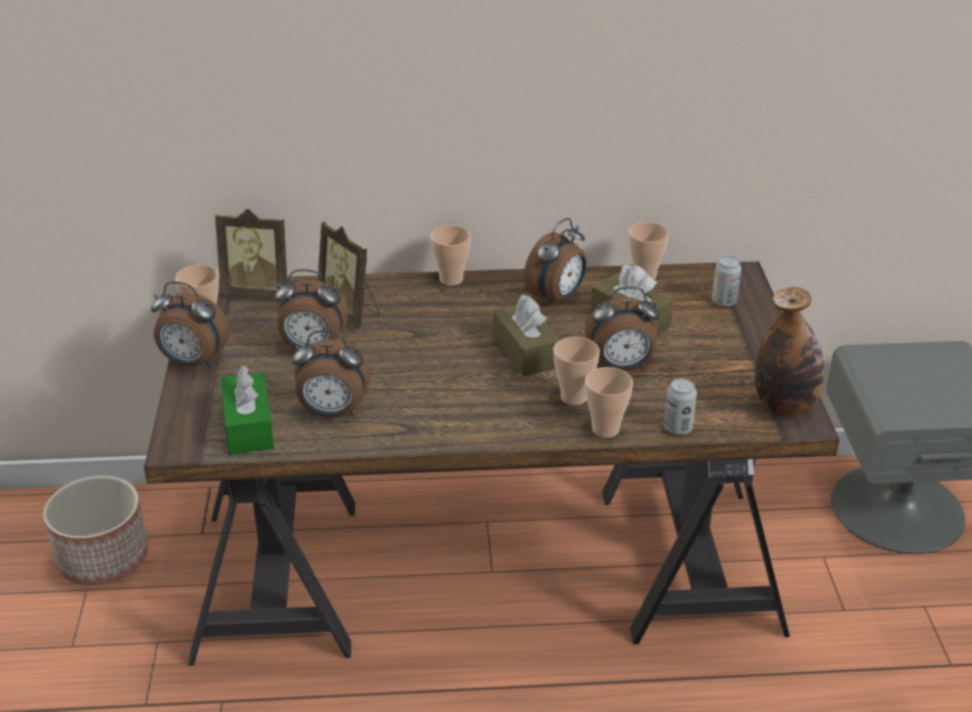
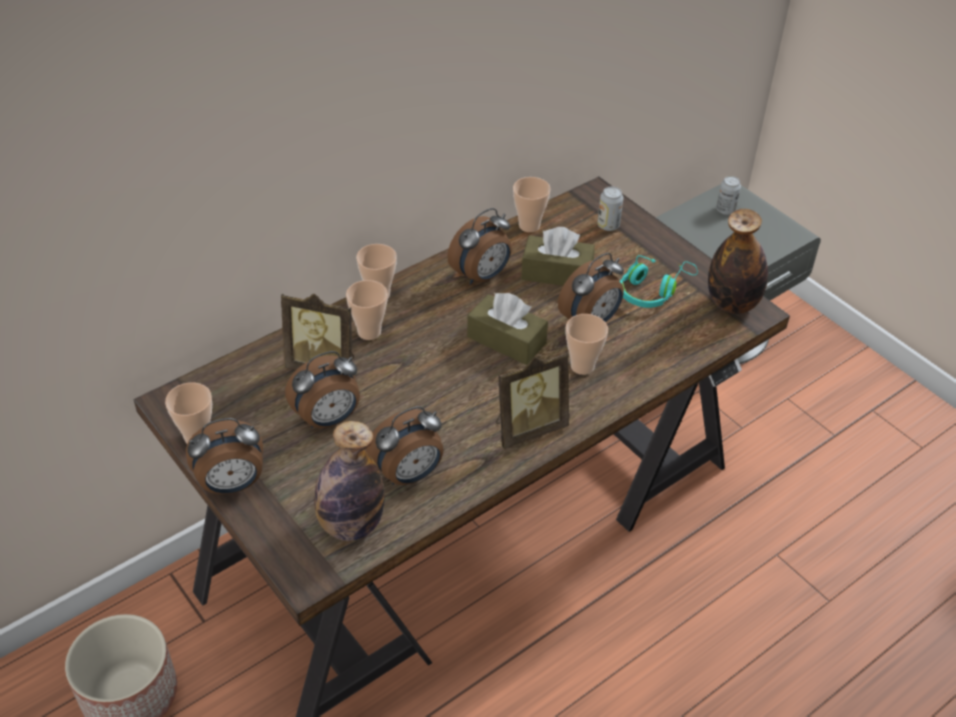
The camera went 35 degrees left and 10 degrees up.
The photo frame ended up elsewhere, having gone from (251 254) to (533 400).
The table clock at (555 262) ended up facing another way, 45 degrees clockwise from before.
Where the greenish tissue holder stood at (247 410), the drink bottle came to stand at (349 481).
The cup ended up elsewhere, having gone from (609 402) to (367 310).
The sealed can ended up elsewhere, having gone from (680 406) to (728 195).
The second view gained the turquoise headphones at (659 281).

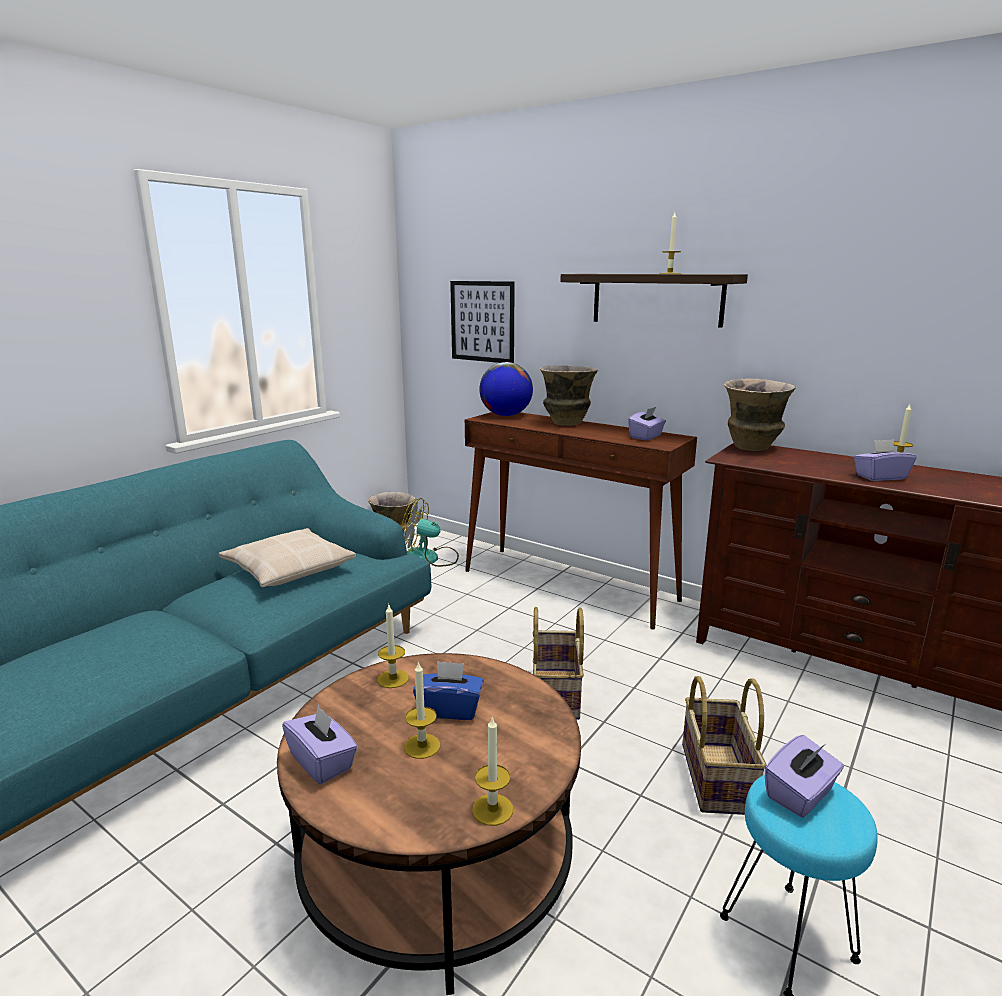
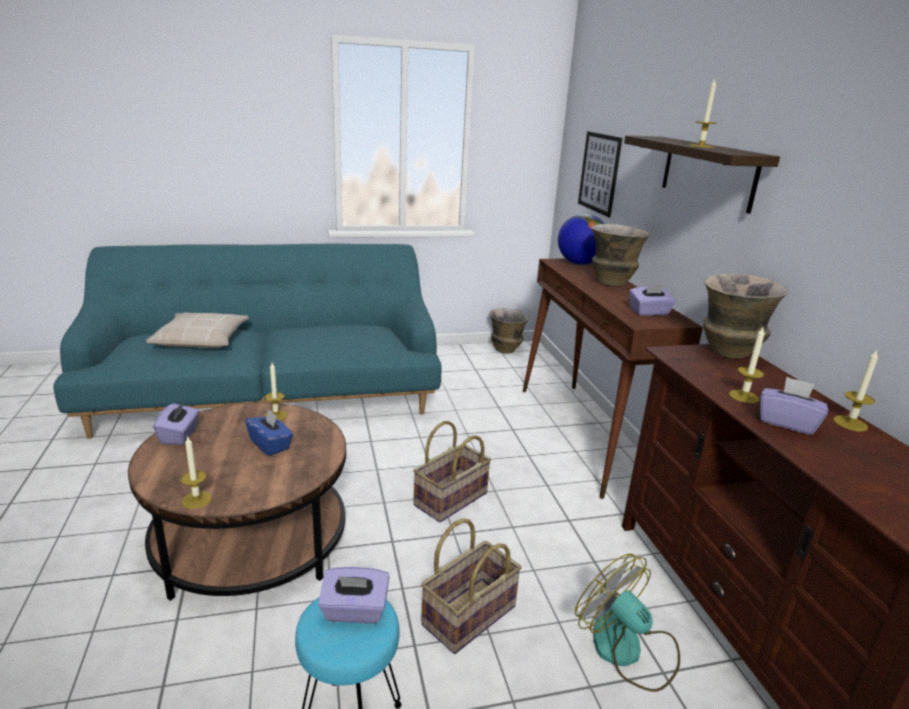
The camera went 40 degrees right and 5 degrees up.
The electric fan ended up elsewhere, having gone from (430 532) to (627 623).
The beige-coloured cushion ended up elsewhere, having gone from (287 557) to (197 330).
The wax light ended up elsewhere, having gone from (422 710) to (747 365).

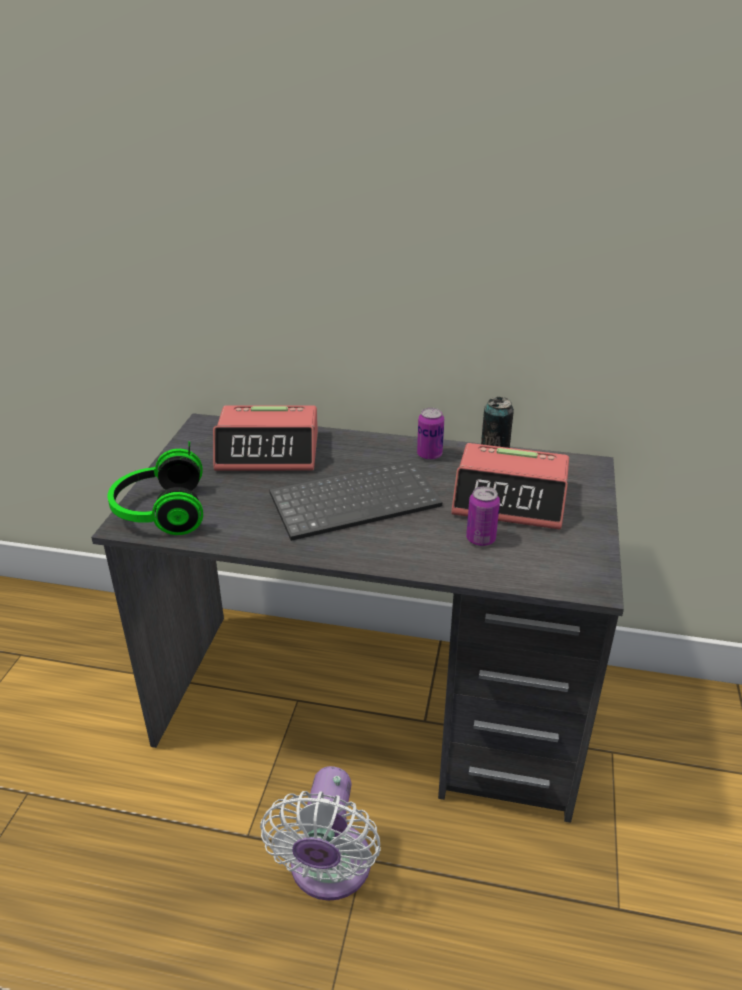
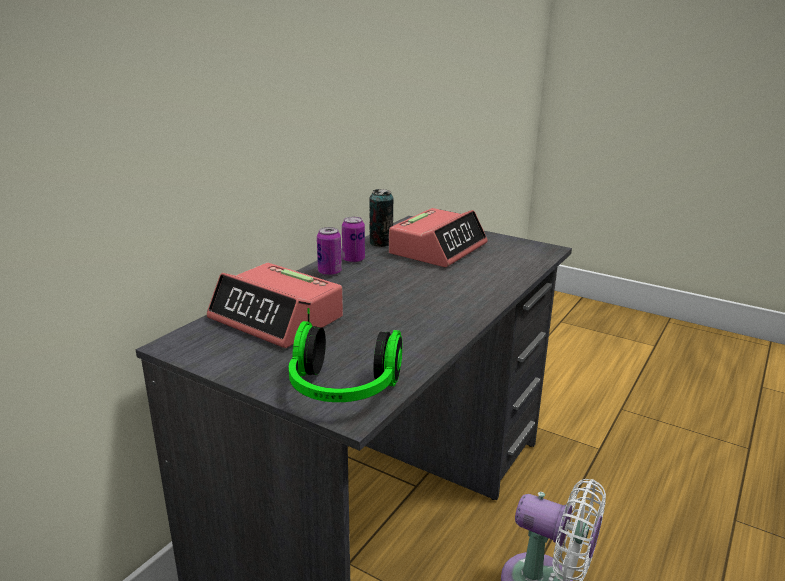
The camera went 70 degrees left and 10 degrees down.
The table clock at (265 438) ended up facing another way, 105 degrees clockwise from before.
The second view lost the computer keyboard at (356 500).
The sealed can ended up elsewhere, having gone from (483 516) to (329 251).

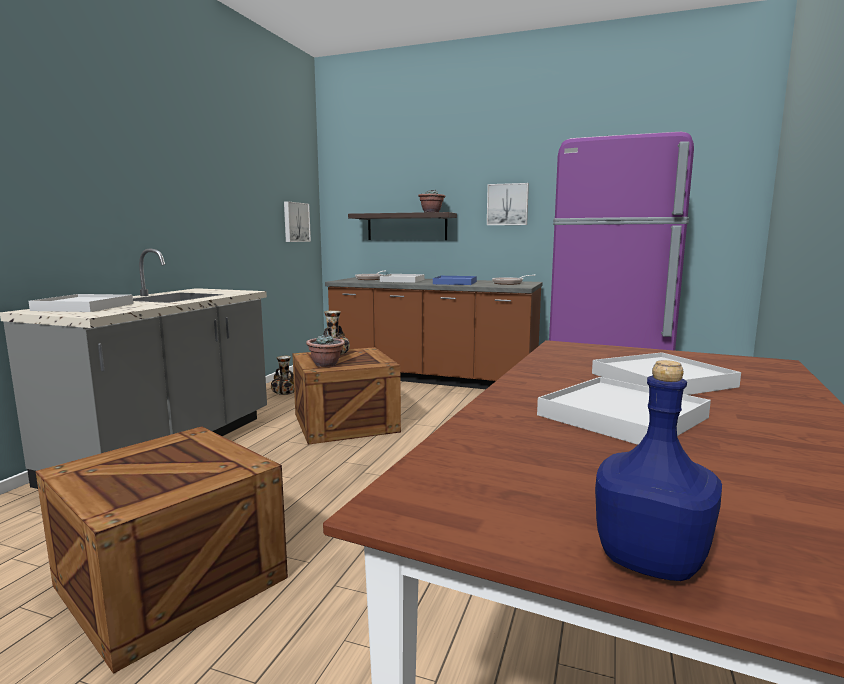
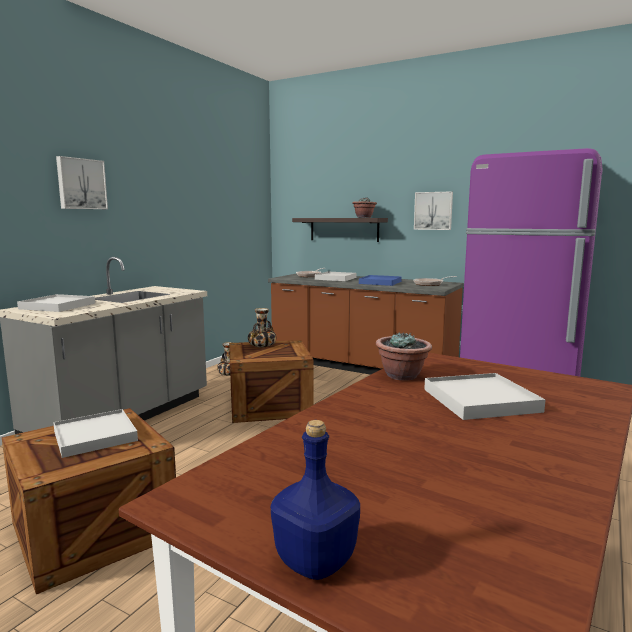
The camera went 10 degrees right and 0 degrees up.
The wall picture ended up elsewhere, having gone from (297 222) to (82 182).
The plant in a pot ended up elsewhere, having gone from (325 350) to (404 356).
The white-coloured serving tray ended up elsewhere, having gone from (624 411) to (95 433).

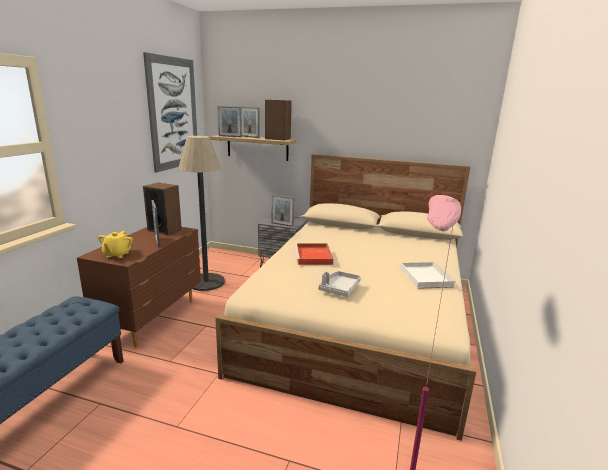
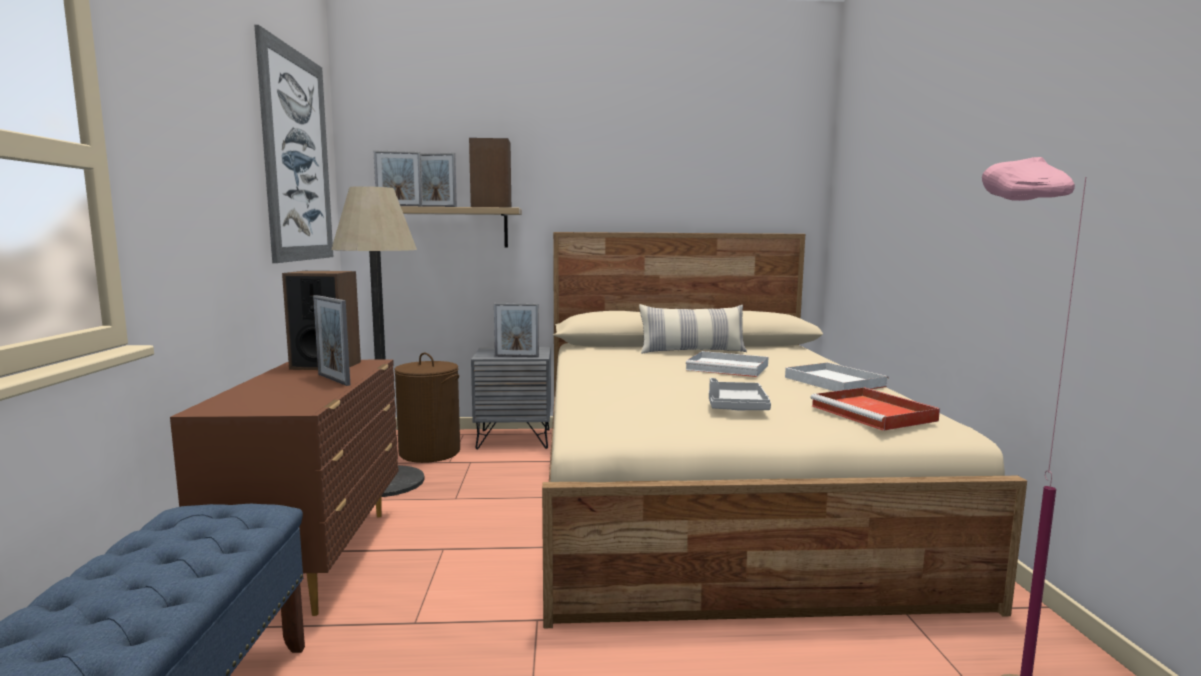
The camera went 20 degrees left and 10 degrees down.
The second view lost the yellow pot for tea at (115 244).
The red-coloured serving tray ended up elsewhere, having gone from (313 254) to (875 409).
The second view gained the cushion at (693 329).
The second view gained the white-coloured serving tray at (727 364).
The second view gained the brownish laundry basket at (427 408).

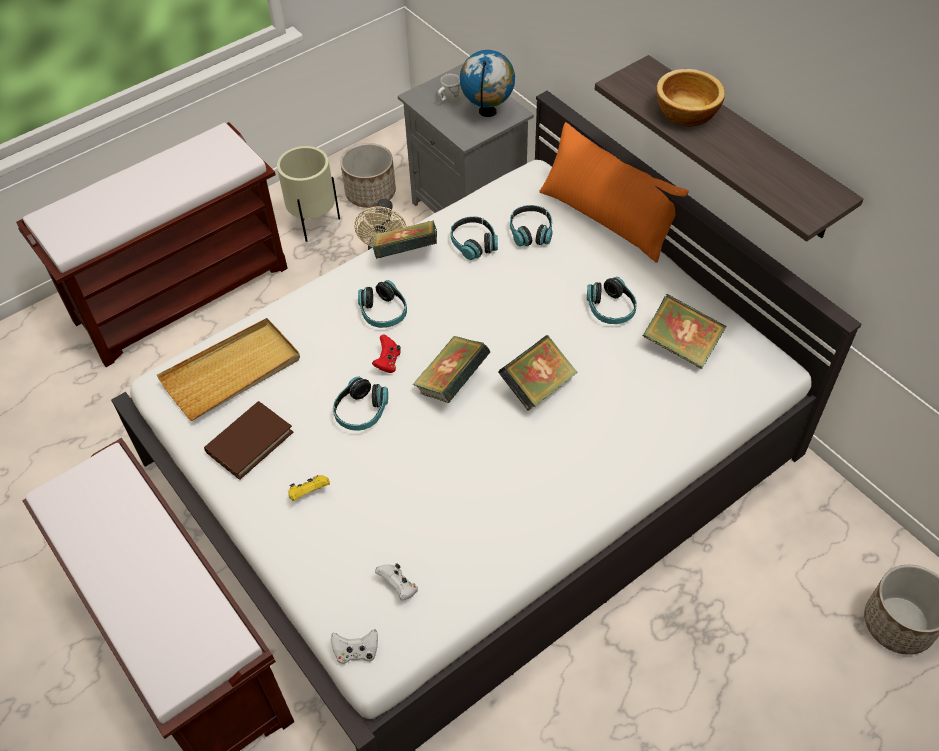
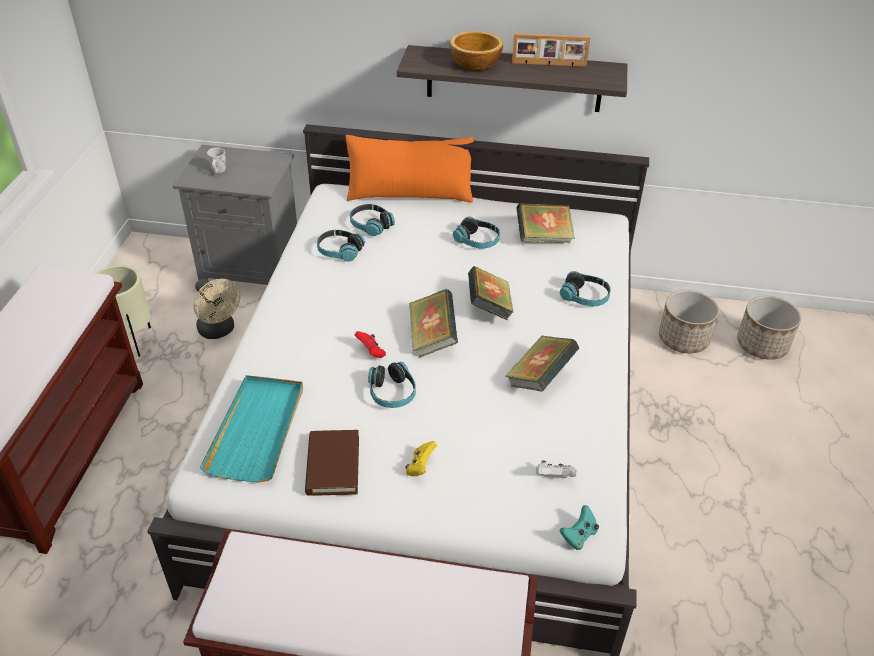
The camera went 45 degrees left and 10 degrees down.
The second view lost the desk globe at (487 83).
The planter ended up elsewhere, having gone from (368 175) to (689 321).
The bound book ended up elsewhere, having gone from (405 239) to (543 364).
The headphones ended up elsewhere, having gone from (382 304) to (585 288).
What was the beige-coloured serving tray at (228 369) turned into the turquoise serving tray at (251 428).
What was the white-coloured joypad at (354 646) turned into the turquoise joypad at (579 527).
The second view gained the photo frame at (551 50).

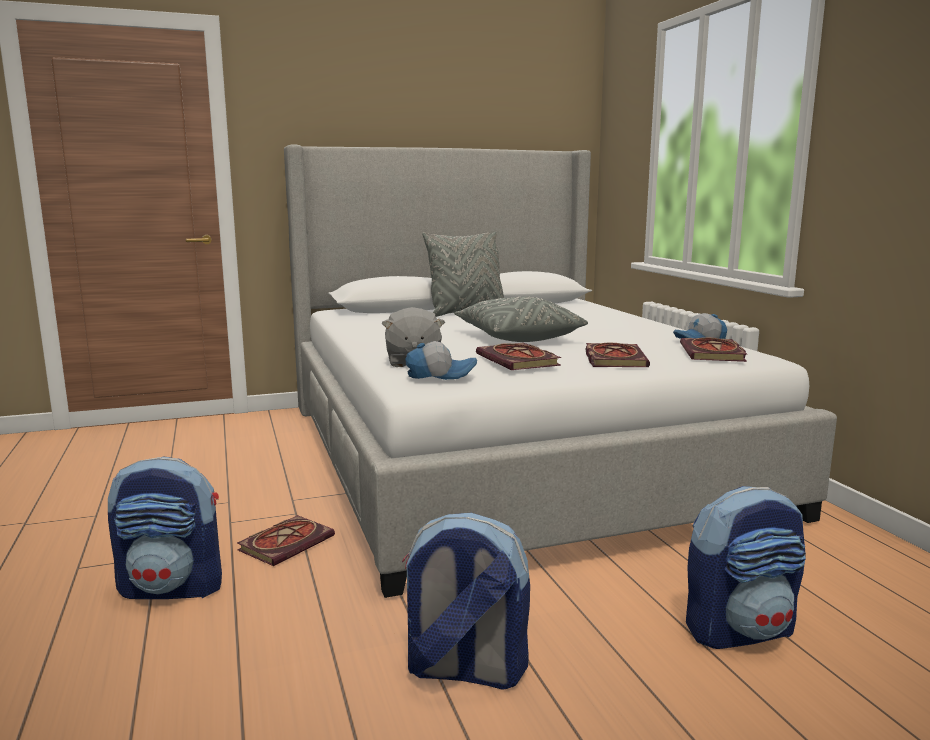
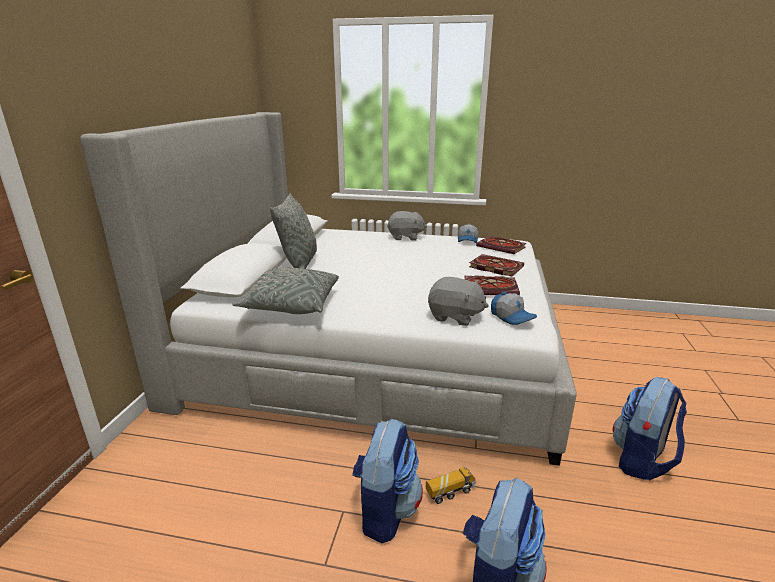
The camera went 60 degrees left and 10 degrees up.
The gray cushion ended up elsewhere, having gone from (521 319) to (285 290).
The baseball cap at (441 360) ended up facing another way, 120 degrees clockwise from before.
The rucksack ended up elsewhere, having gone from (746 567) to (387 481).
Where the bound book stood at (286 540), the toy truck came to stand at (451 485).
The second view gained the gray soft toy at (407 225).

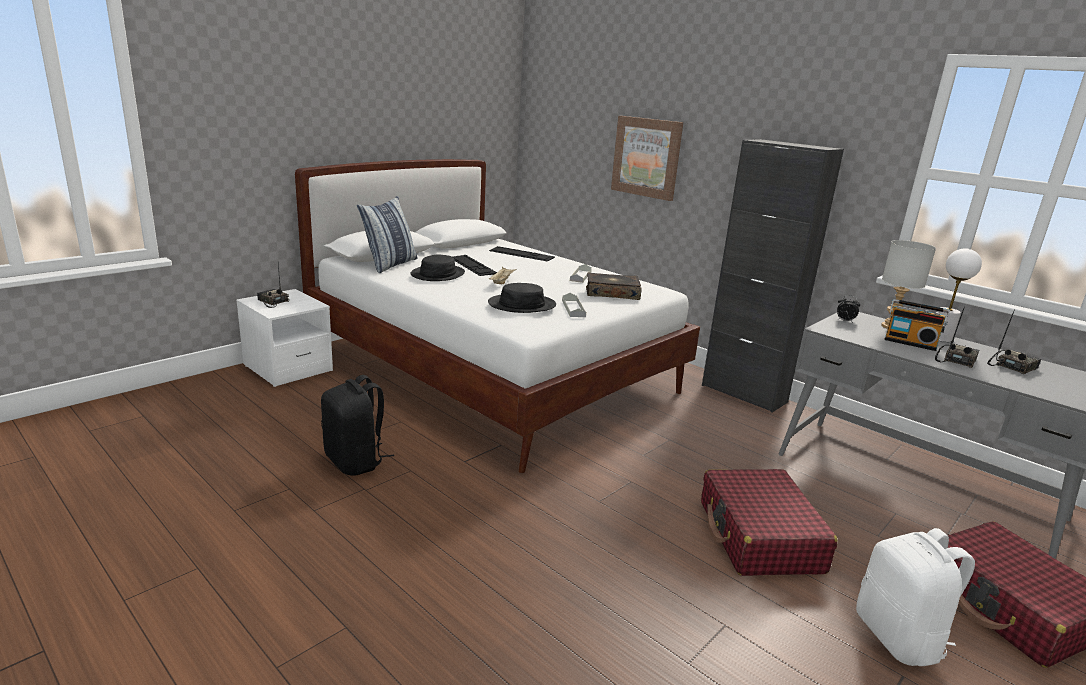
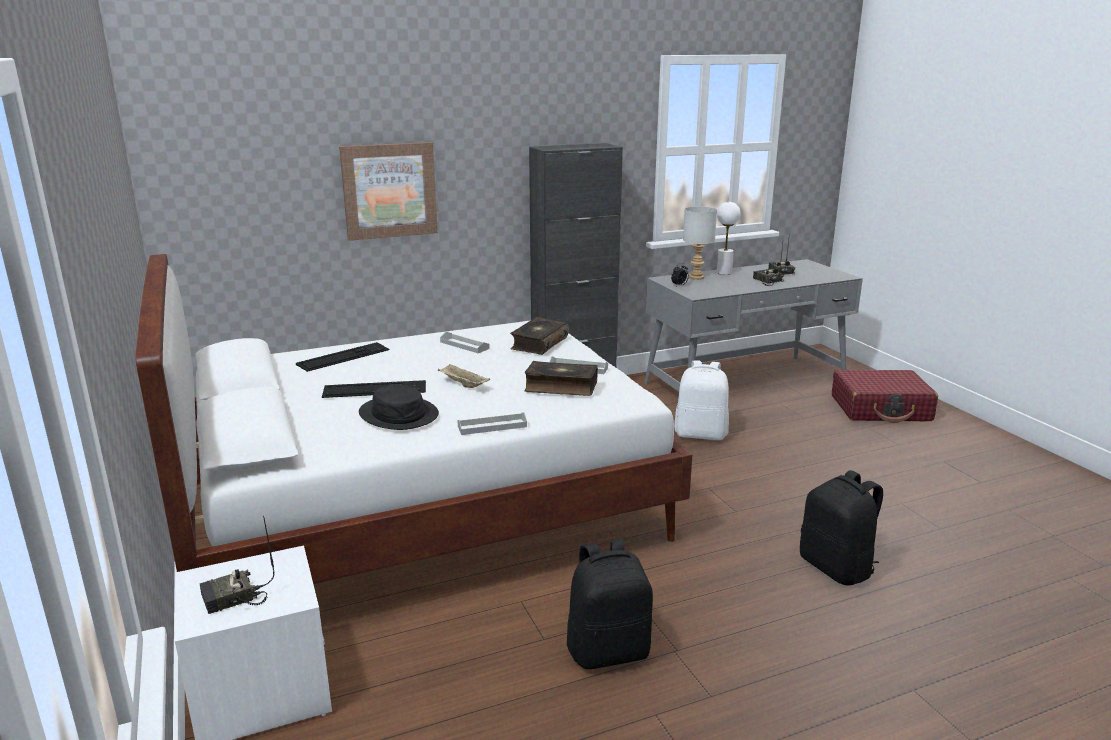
The camera went 65 degrees left and 0 degrees up.
The second view lost the cushion at (387 234).
Where the blackish hat stood at (522 298), the bound book came to stand at (561 378).
The second view lost the radio set at (917 325).
The second view lost the red-coloured piece of luggage at (769 522).
The white-coloured rucksack ended up elsewhere, having gone from (915 597) to (701 400).
The second view gained the gray serving tray at (492 423).
The second view gained the blackish rucksack at (841 527).

